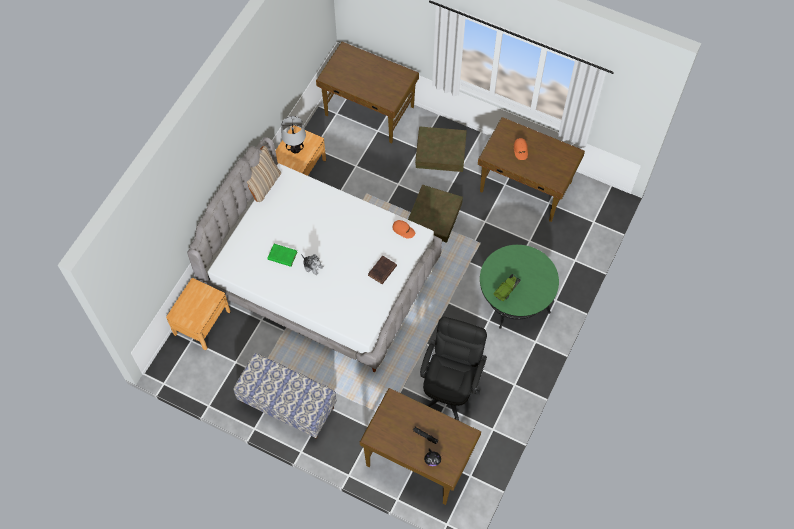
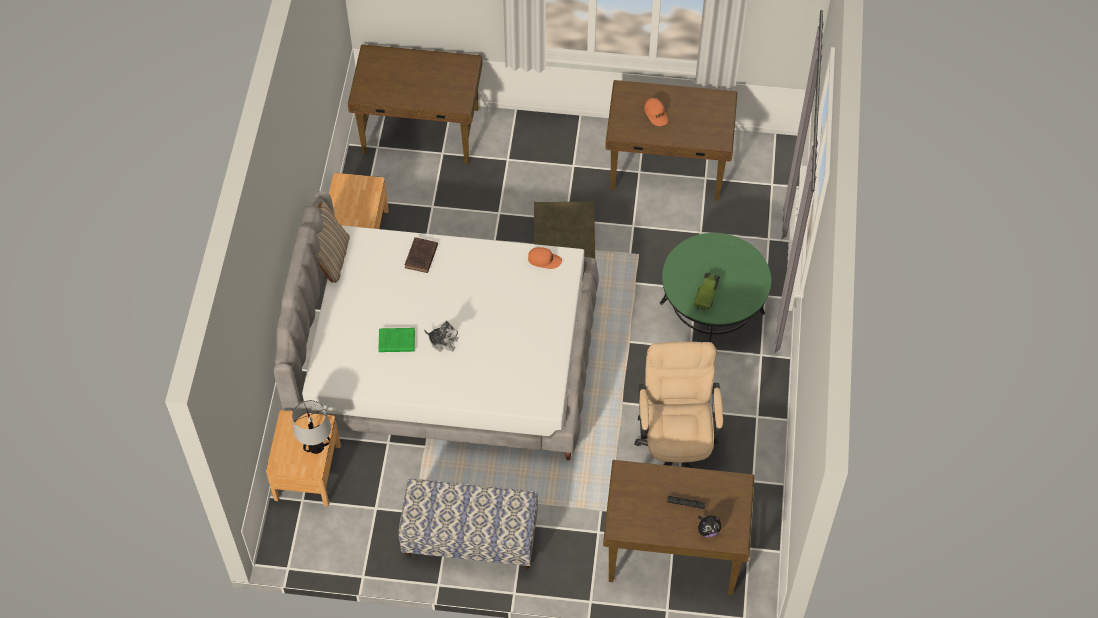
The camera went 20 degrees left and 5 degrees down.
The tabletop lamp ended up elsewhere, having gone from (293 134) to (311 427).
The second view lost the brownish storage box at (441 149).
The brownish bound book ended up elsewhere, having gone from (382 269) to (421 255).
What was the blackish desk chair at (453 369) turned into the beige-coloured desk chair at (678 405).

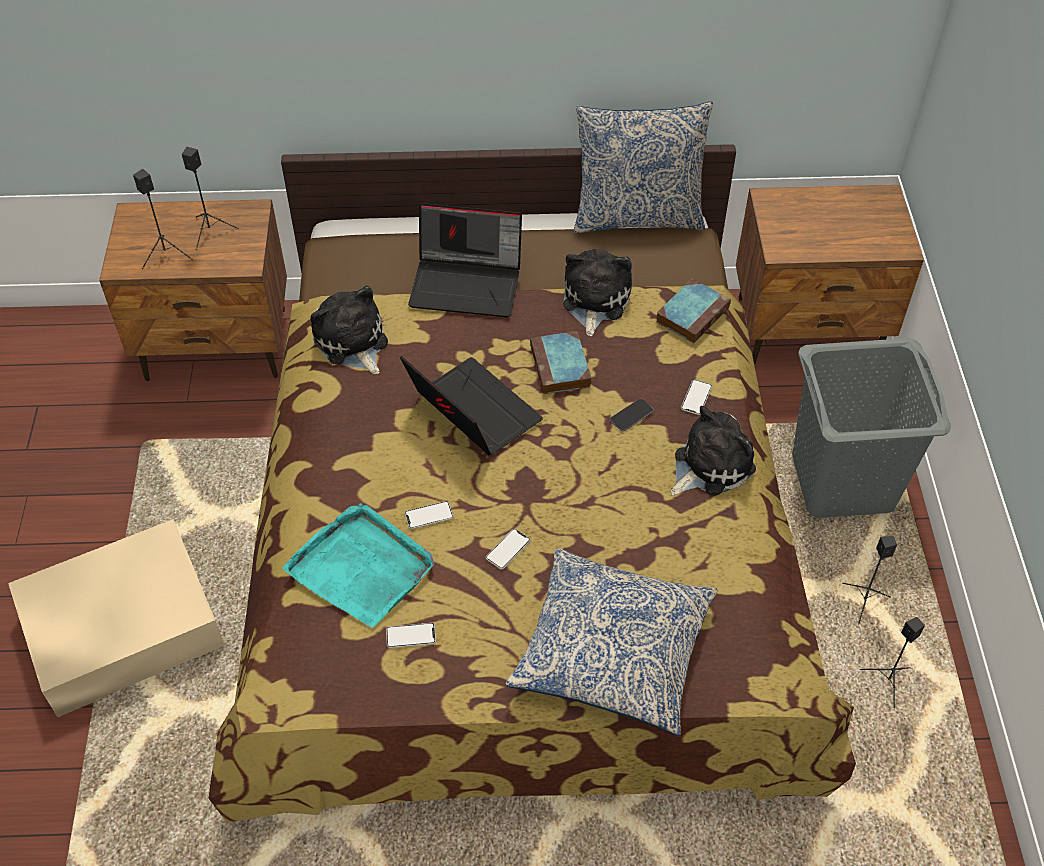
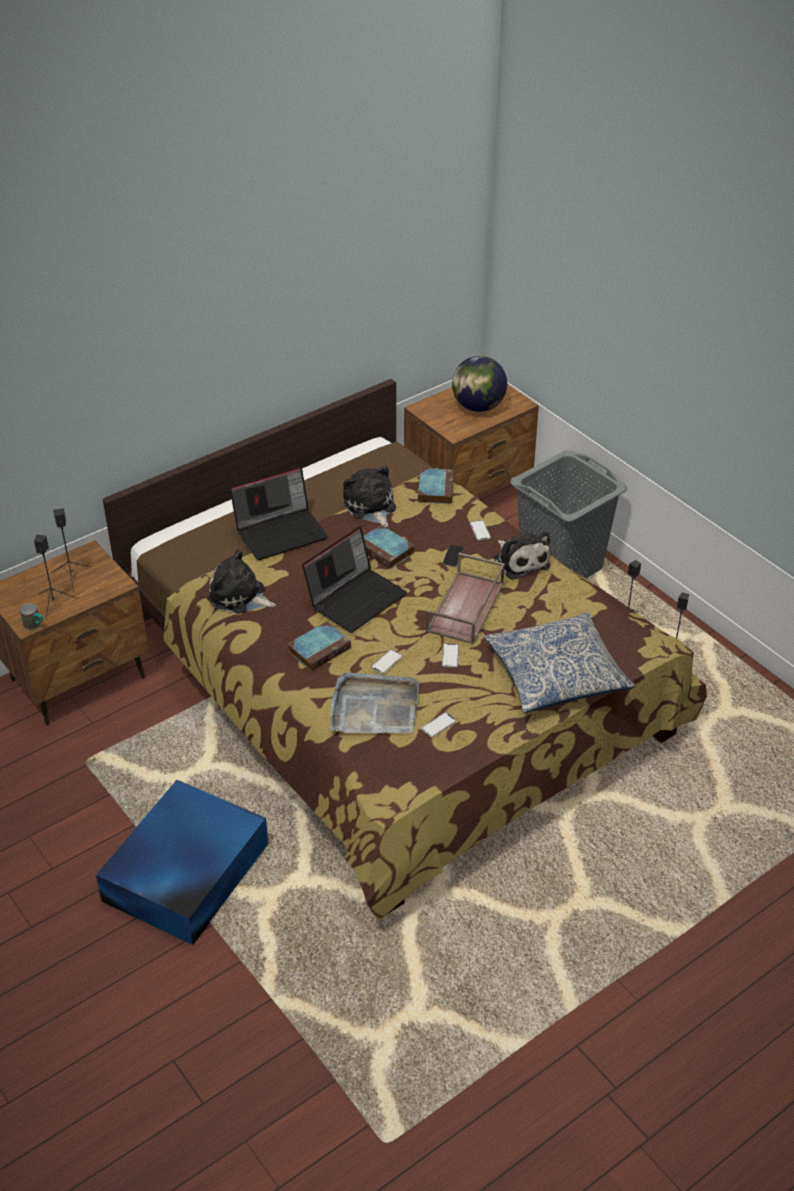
The camera went 35 degrees left and 10 degrees down.
The second view lost the cushion at (643 167).
The portable computer at (471 405) ended up facing another way, 120 degrees clockwise from before.
The soft toy at (713 451) ended up facing another way, 135 degrees clockwise from before.
What was the turquoise serving tray at (358 565) turned into the gray serving tray at (374 703).
What was the beige-coloured storage box at (116 618) turned into the blue storage box at (182 862).
The second view gained the desk globe at (479 384).
The second view gained the brownish serving tray at (465 598).
The second view gained the mug at (31 616).
The second view gained the bound book at (319 646).

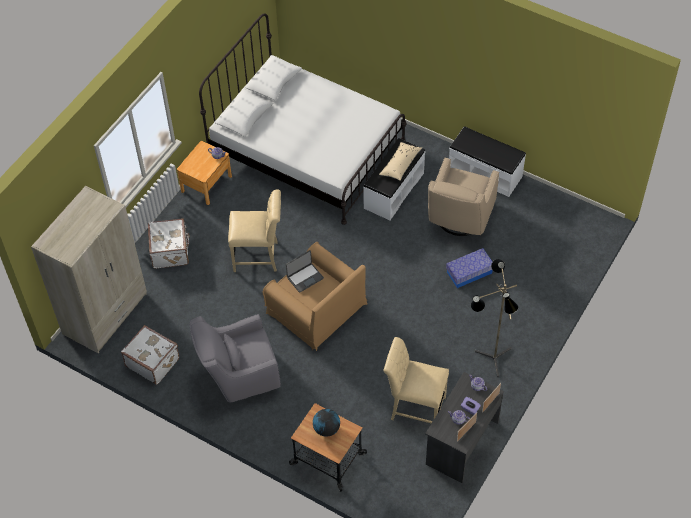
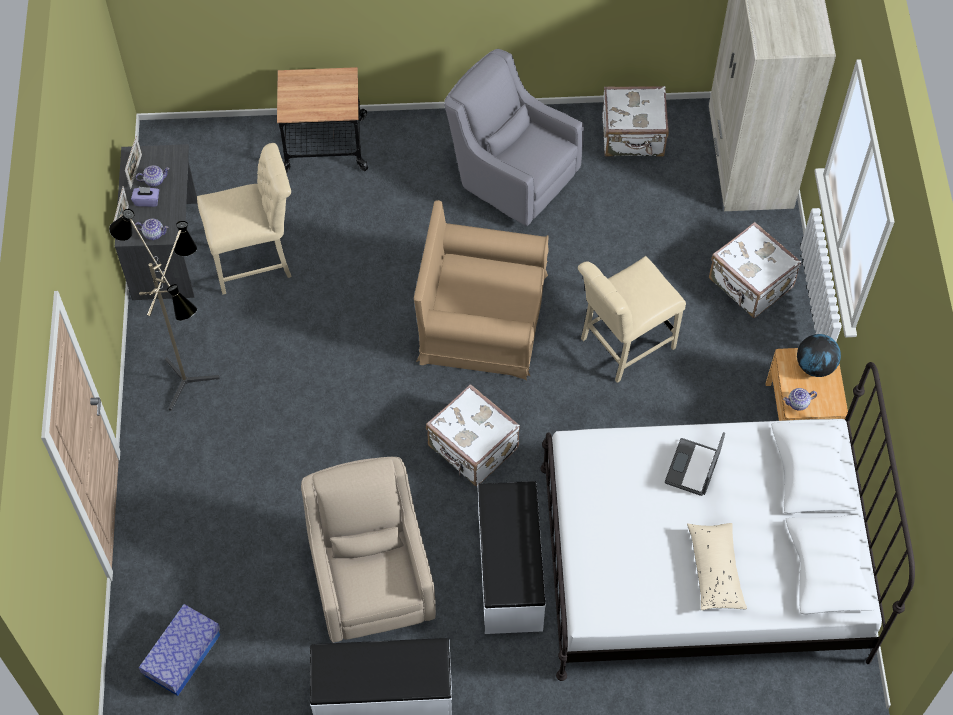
The camera went 145 degrees right and 5 degrees up.
The beige-coloured cushion ended up elsewhere, having gone from (400 161) to (717 567).
The storage box ended up elsewhere, having gone from (469 268) to (179 650).
The portable computer ended up elsewhere, having gone from (305 271) to (695 464).
The gray lounge chair at (235 358) ended up facing another way, 90 degrees counterclockwise from before.
The desk globe ended up elsewhere, having gone from (326 423) to (819 355).
The second view gained the white-coloured piece of luggage at (473 435).

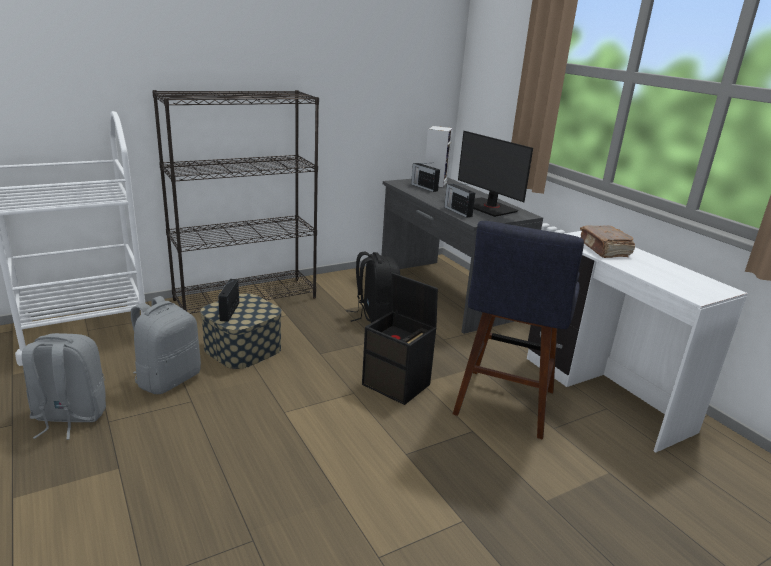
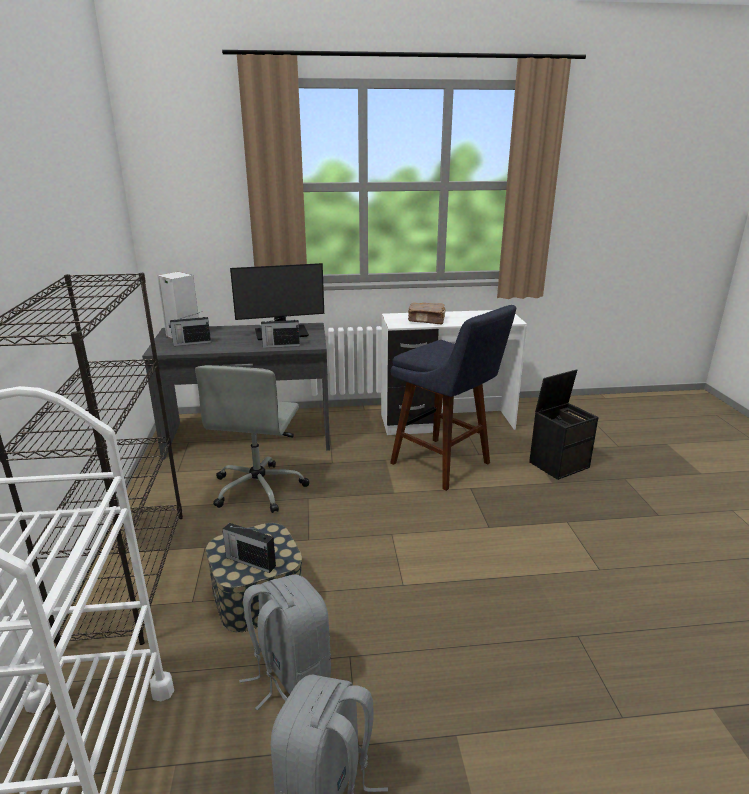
The camera went 65 degrees left and 0 degrees up.
Where the blackish rucksack stood at (373 287), the gray desk chair came to stand at (252 439).
The blackish storage box ended up elsewhere, having gone from (400 339) to (563 424).

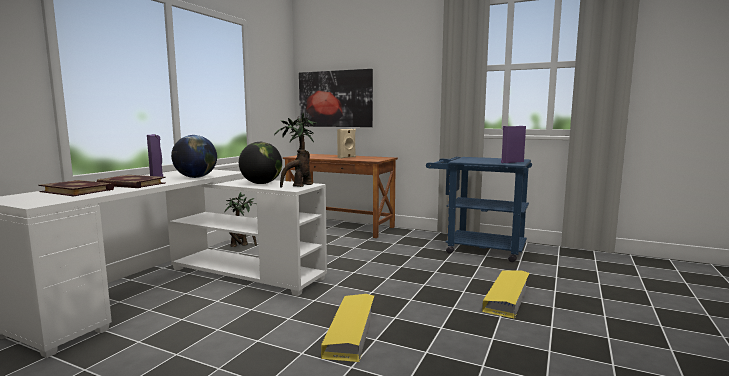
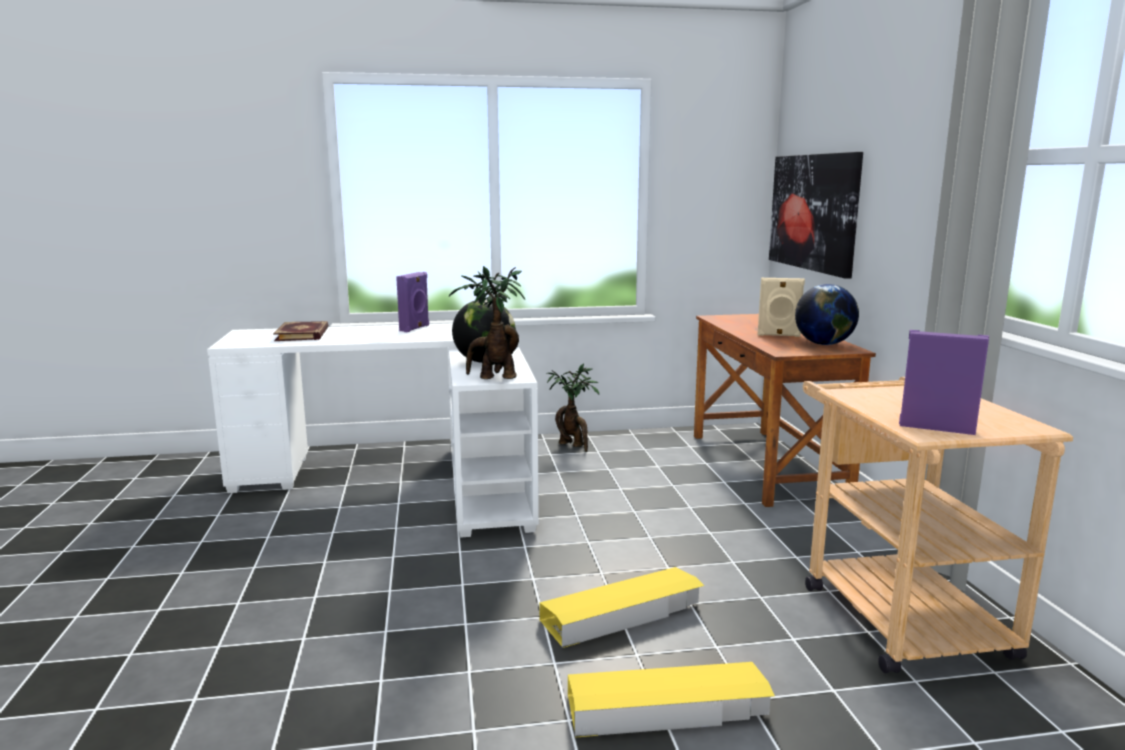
The camera went 55 degrees right and 5 degrees up.
The desk globe ended up elsewhere, having gone from (194 156) to (827 314).
What was the blue wheeled cart at (479 209) turned into the beige-coloured wheeled cart at (938 525).
The second view lost the bound book at (131 181).
The yellow storage box ended up elsewhere, having gone from (347 328) to (621 607).

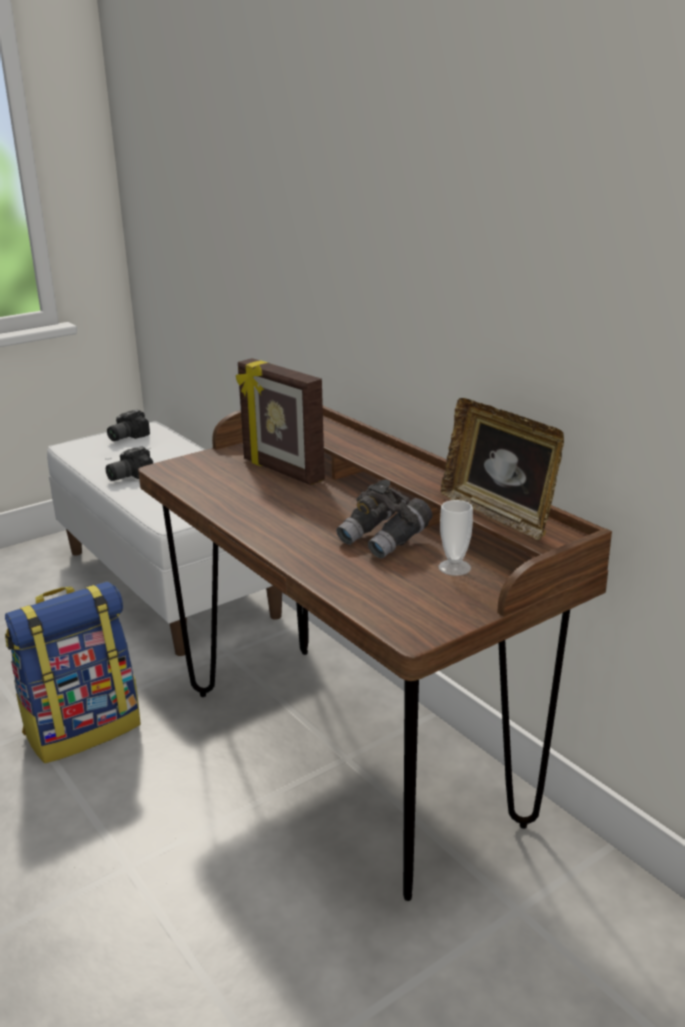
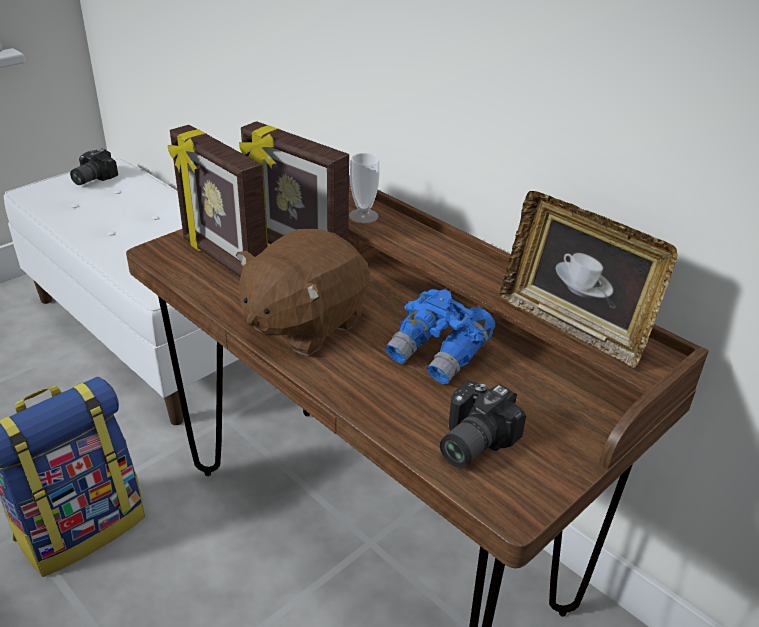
The camera went 10 degrees left and 10 degrees up.
The photo camera ended up elsewhere, having gone from (129 463) to (483 424).
What was the gray field glasses at (384 519) turned into the blue field glasses at (440 336).
The cup ended up elsewhere, having gone from (455 538) to (364 188).
The second view gained the photo frame at (217 201).
The second view gained the brownish soft toy at (303 292).

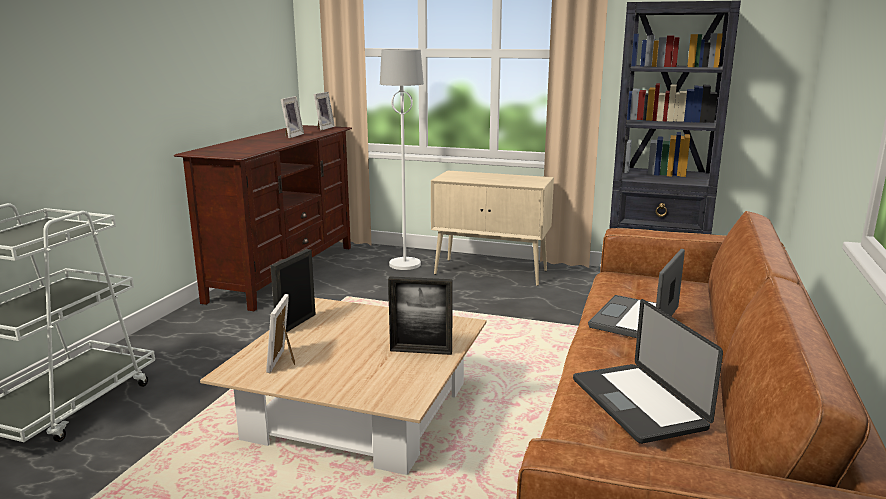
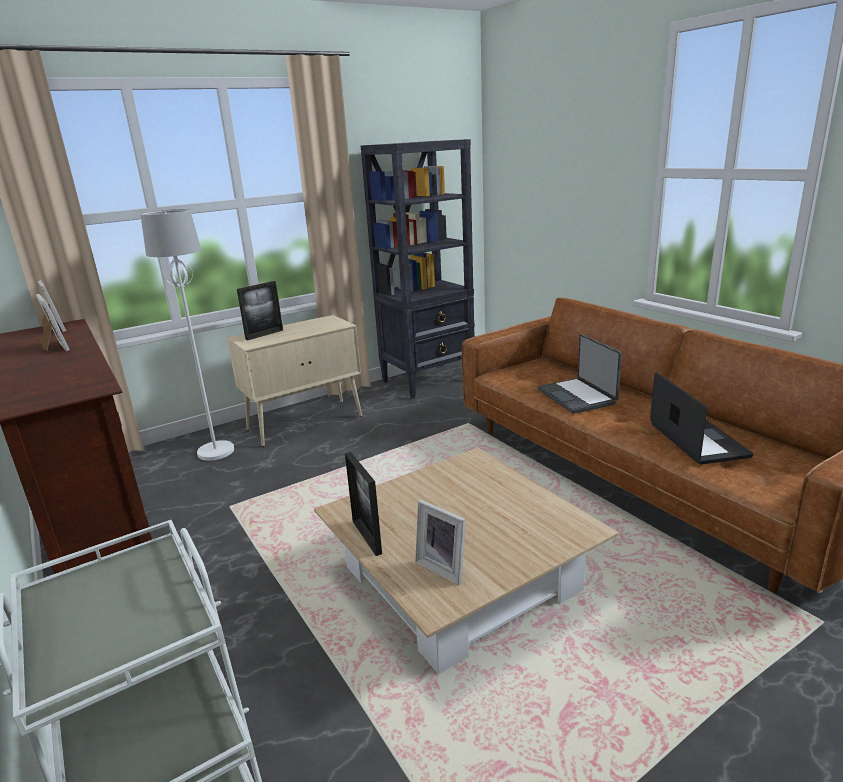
The camera went 50 degrees left and 5 degrees up.
The photo frame ended up elsewhere, having gone from (420 315) to (260 310).
The portable computer at (648 371) ended up facing another way, 120 degrees counterclockwise from before.

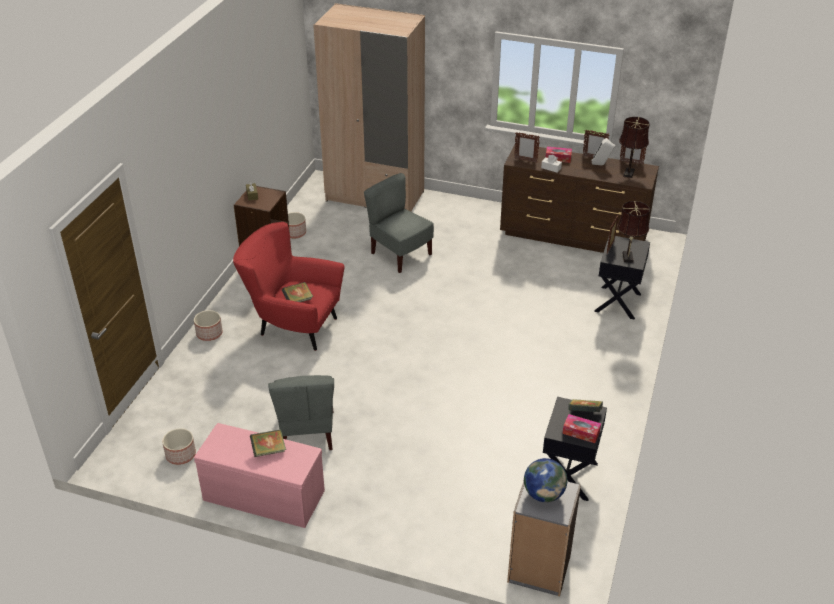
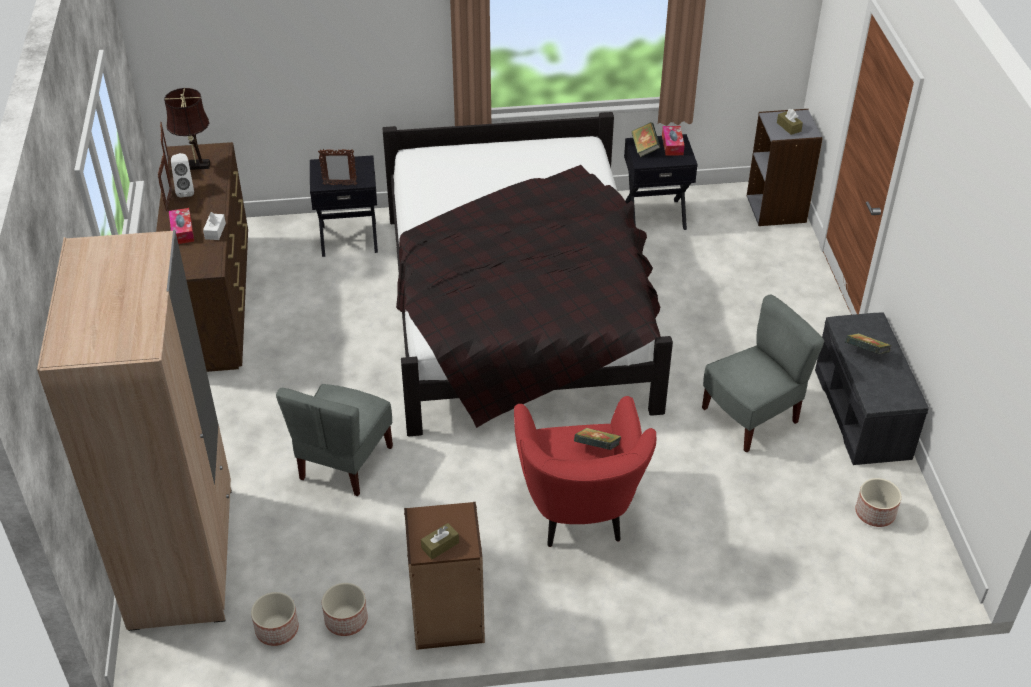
The camera went 115 degrees left and 5 degrees up.
The second view lost the photo frame at (527 147).
The second view lost the brownish tabletop lamp at (633 232).
The planter ended up elsewhere, having gone from (208 325) to (275 619).
What was the pink-coloured indoor bench at (259 475) turned into the gray indoor bench at (872 388).
Where the desk globe stood at (545 480), the brownish tissue holder came to stand at (790 122).
The second view gained the blackish sleeping bed at (527 274).

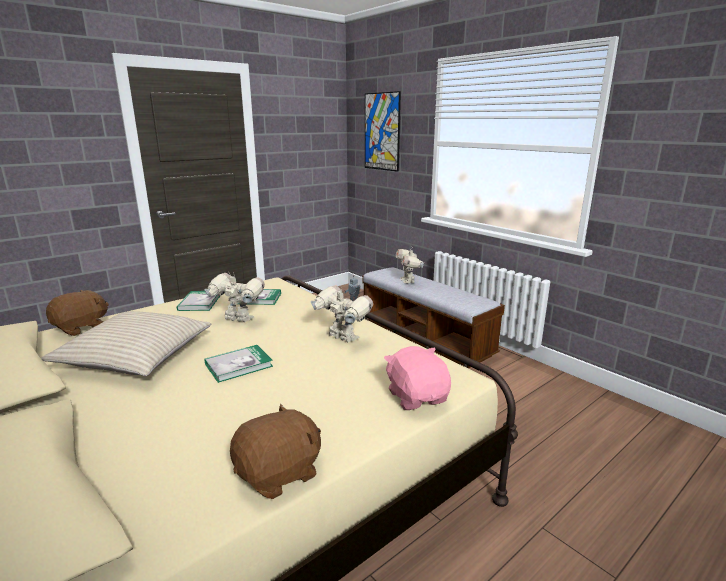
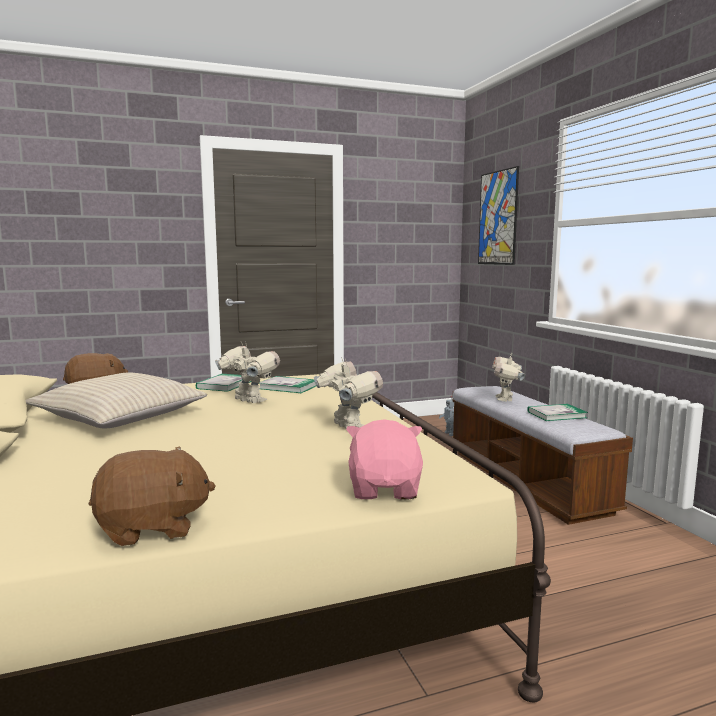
The camera went 20 degrees right and 10 degrees down.
The bound book ended up elsewhere, having gone from (238 364) to (557 412).

